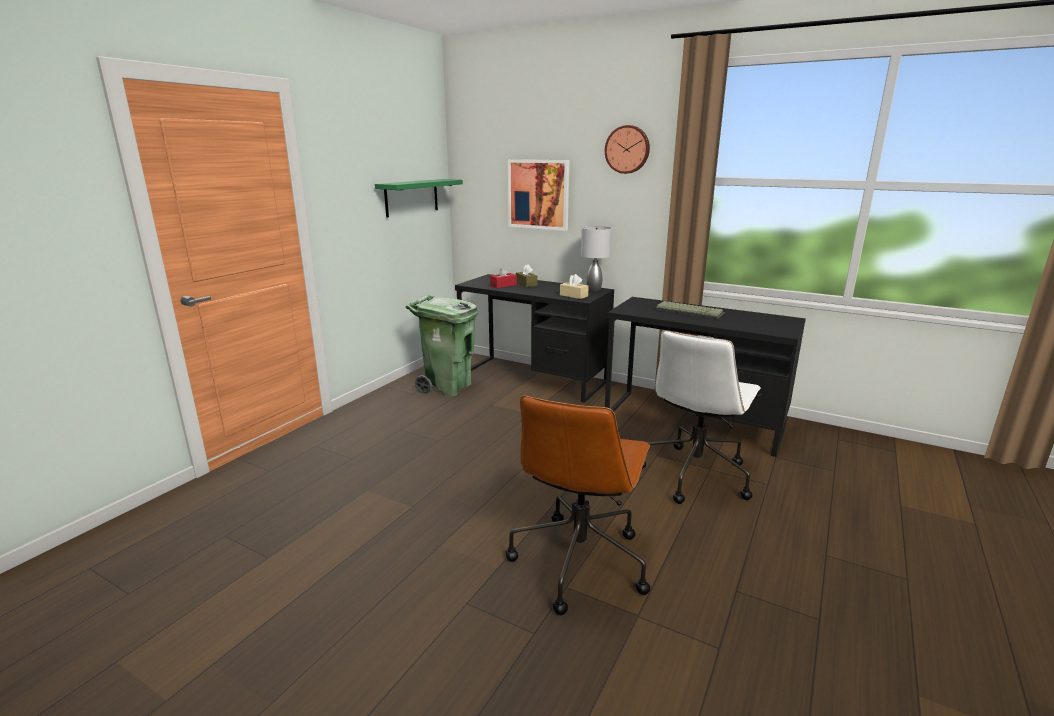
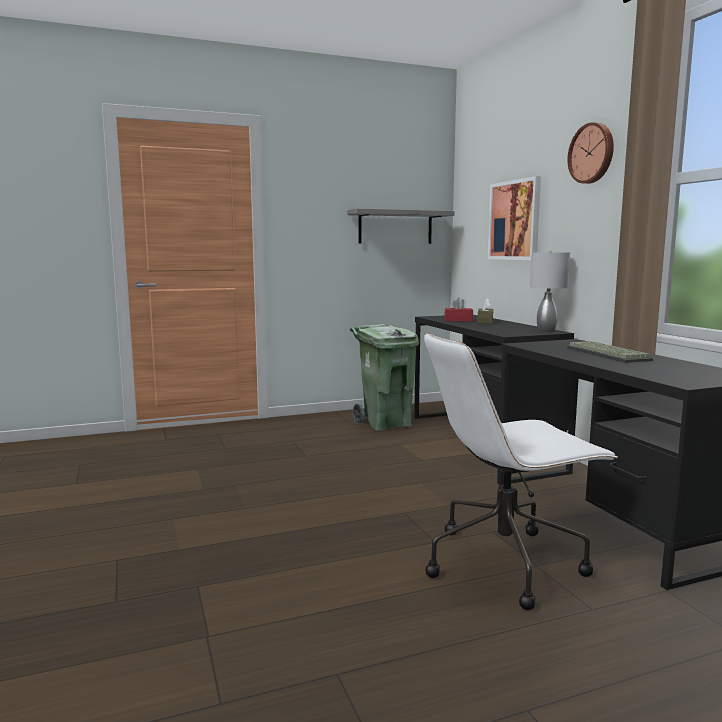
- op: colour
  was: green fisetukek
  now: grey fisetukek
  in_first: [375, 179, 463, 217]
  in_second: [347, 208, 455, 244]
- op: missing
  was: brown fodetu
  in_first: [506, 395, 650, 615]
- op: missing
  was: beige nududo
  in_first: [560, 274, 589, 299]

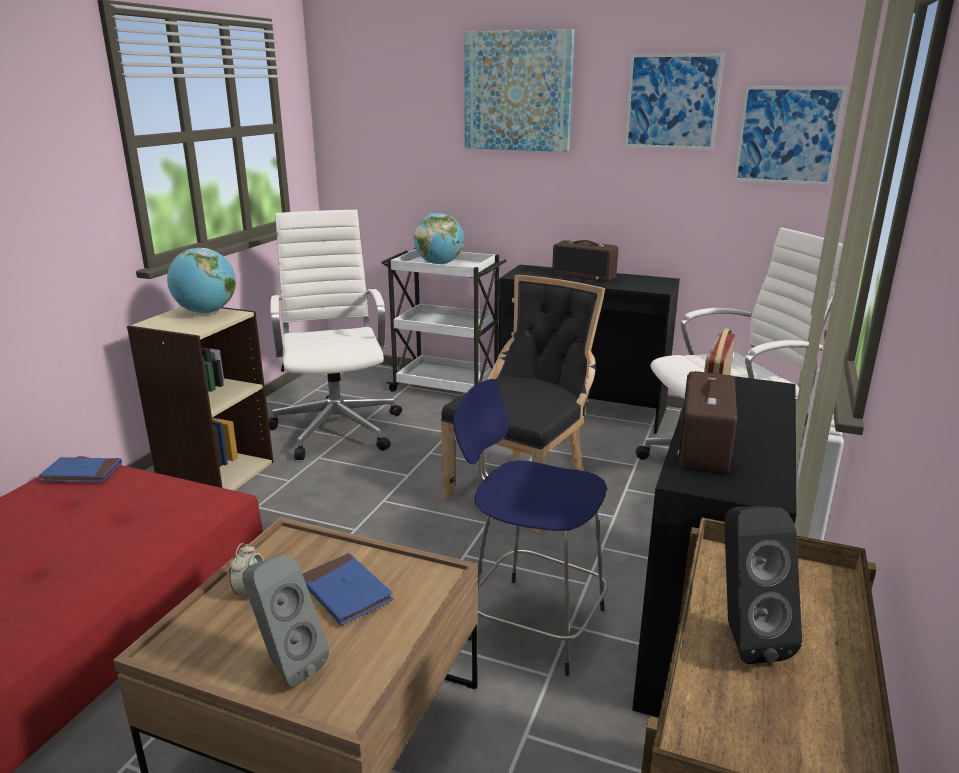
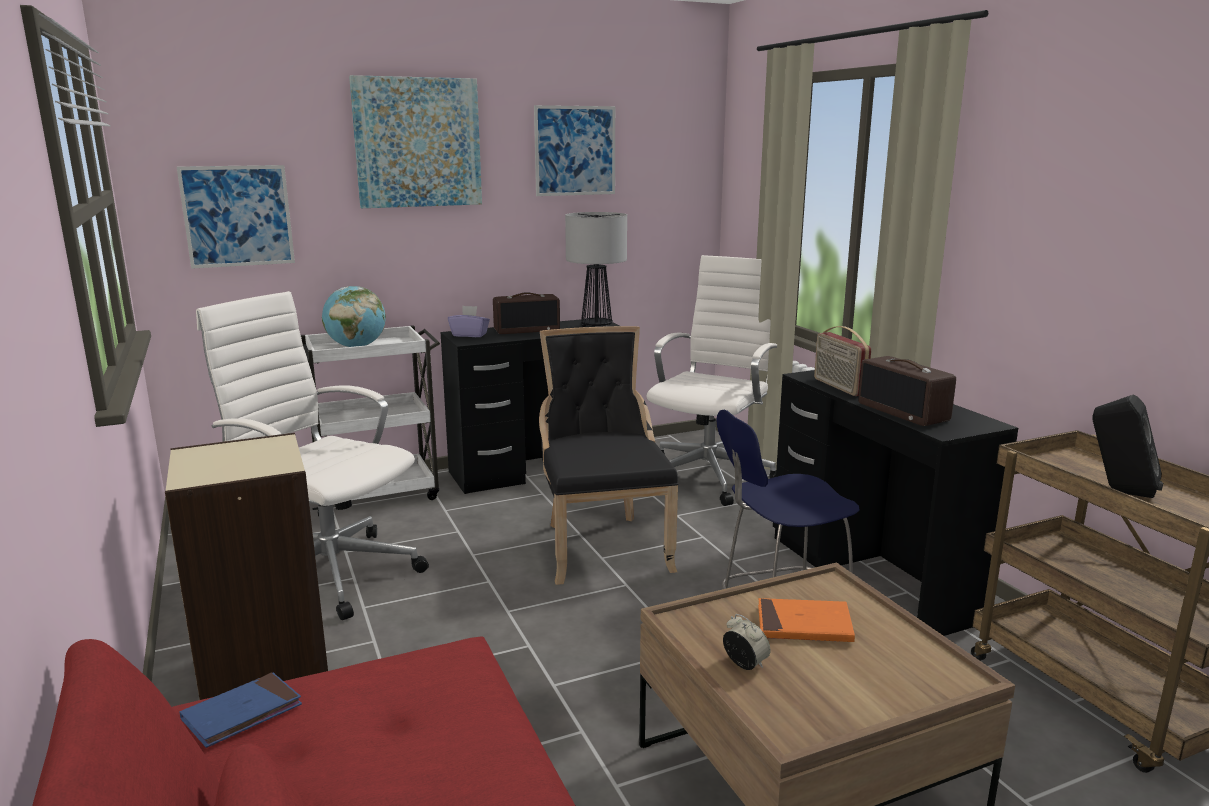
- op: relocated
  was: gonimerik
  in_first: [734, 86, 847, 185]
  in_second: [177, 165, 295, 269]
- op: appeared
  now: purple nududo
  in_second: [448, 306, 490, 337]
- op: appeared
  now: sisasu
  in_second: [565, 212, 627, 327]
- op: colour
  was: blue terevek
  now: orange terevek
  in_first: [302, 553, 393, 625]
  in_second: [758, 598, 855, 642]
- op: missing
  was: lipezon
  in_first: [167, 248, 236, 313]
- op: missing
  was: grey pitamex
  in_first: [242, 555, 329, 687]

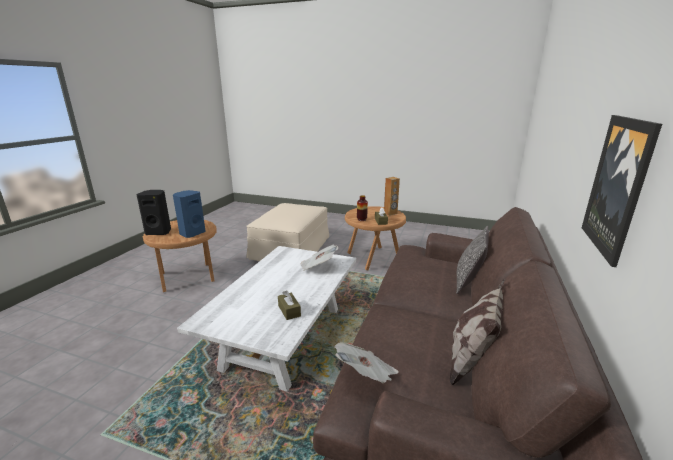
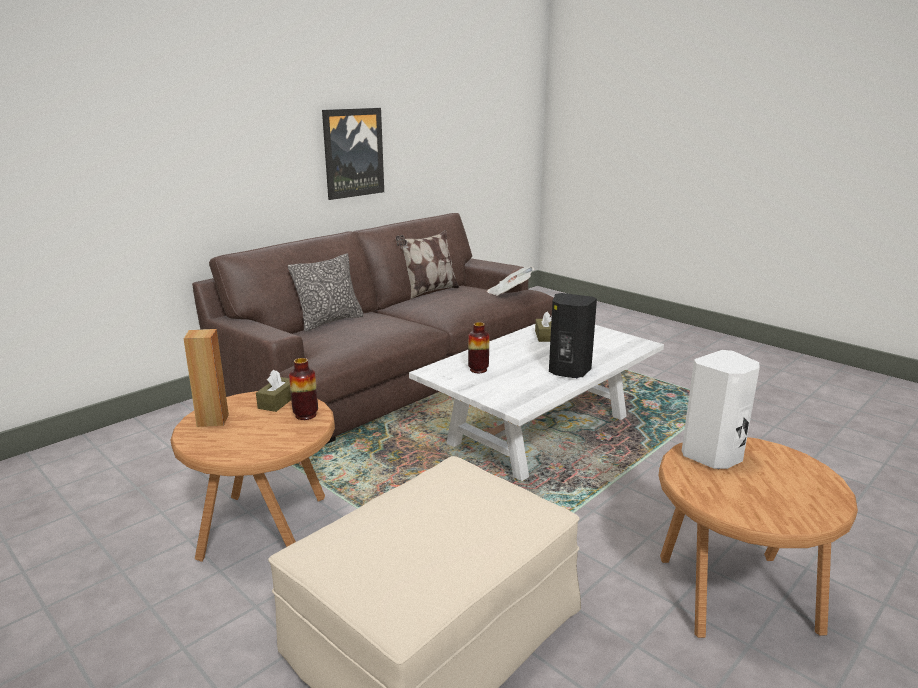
- op: exchanged
  was: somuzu
  now: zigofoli
  in_first: [300, 245, 338, 271]
  in_second: [468, 322, 489, 373]
- op: relocated
  was: black pitamex
  in_first: [136, 190, 171, 235]
  in_second: [549, 293, 597, 378]
- op: colour
  was: blue pitamex
  now: white pitamex
  in_first: [173, 190, 205, 238]
  in_second: [682, 350, 760, 469]

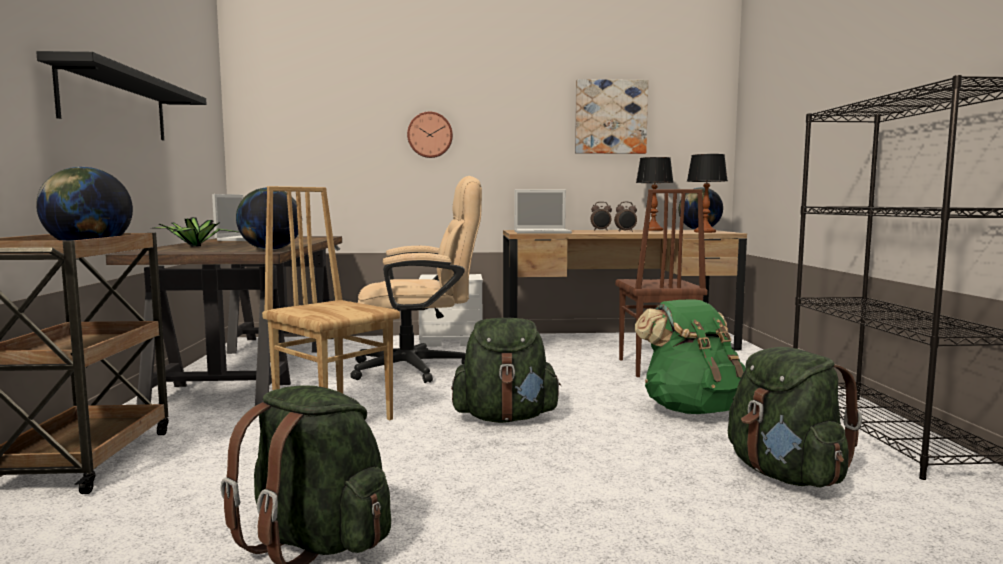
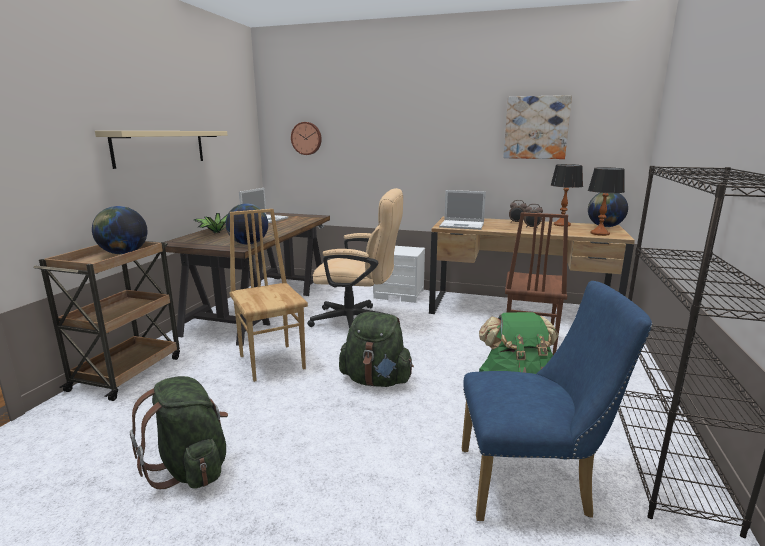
- op: colour
  was: black fisetukek
  now: beige fisetukek
  in_first: [36, 51, 207, 140]
  in_second: [95, 131, 228, 169]
- op: relocated
  was: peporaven
  in_first: [407, 112, 453, 158]
  in_second: [291, 122, 322, 155]
- op: exchanged
  was: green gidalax
  now: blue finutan
  in_first: [728, 347, 862, 487]
  in_second: [462, 281, 652, 521]

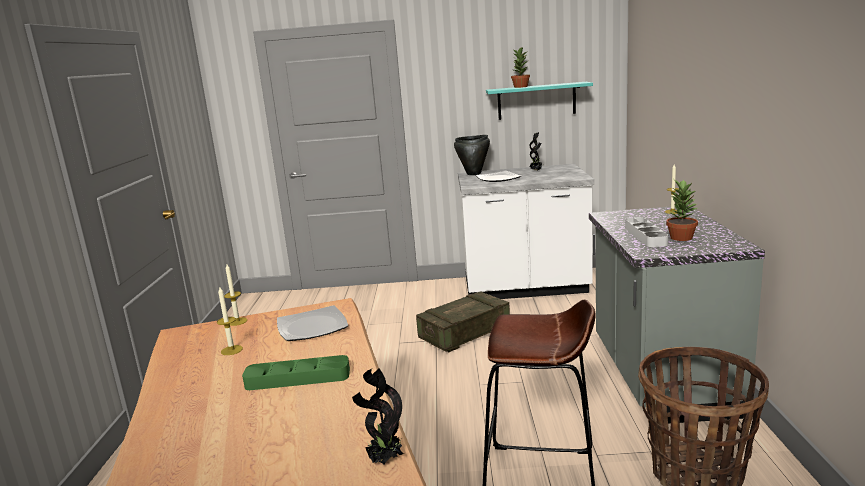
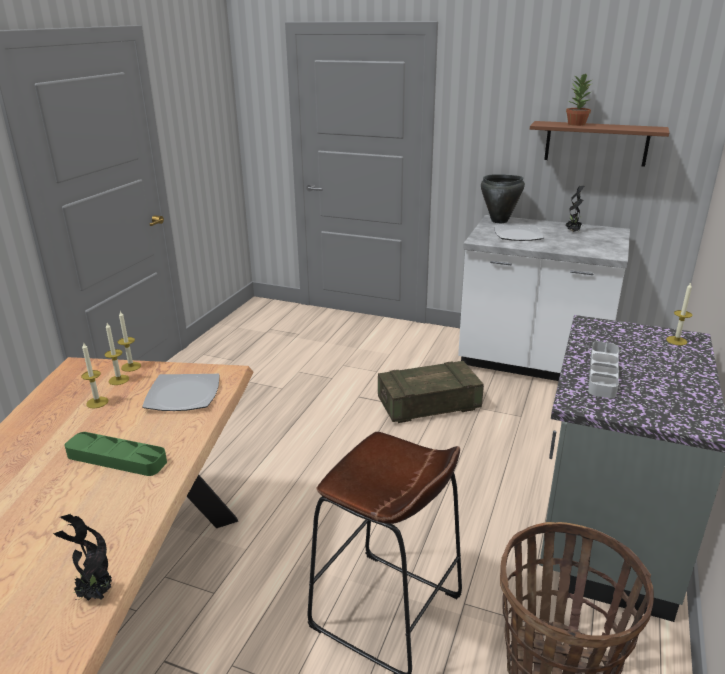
- op: appeared
  now: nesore
  in_second: [104, 323, 129, 385]
- op: colour
  was: turquoise fisetukek
  now: brown fisetukek
  in_first: [486, 82, 593, 120]
  in_second: [530, 121, 669, 167]
- op: missing
  was: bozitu
  in_first: [666, 179, 698, 241]

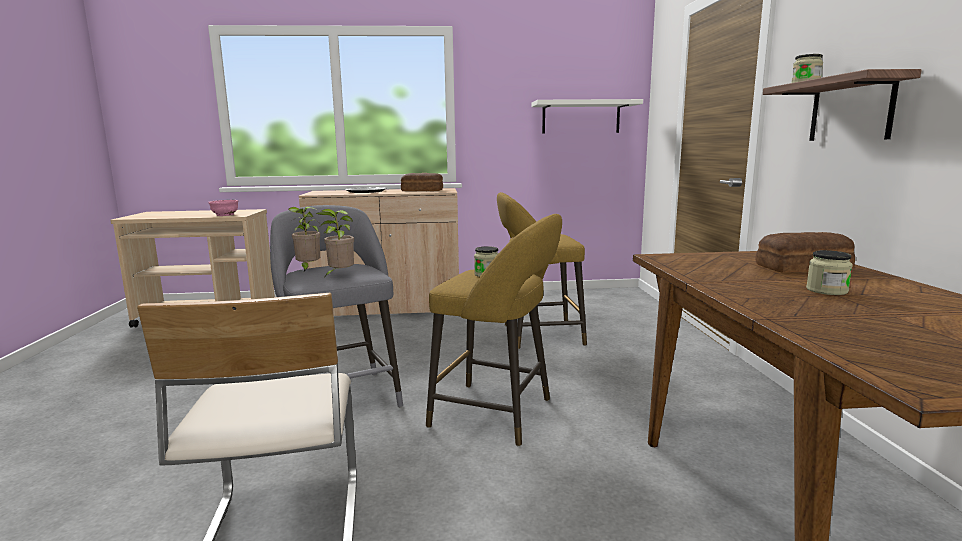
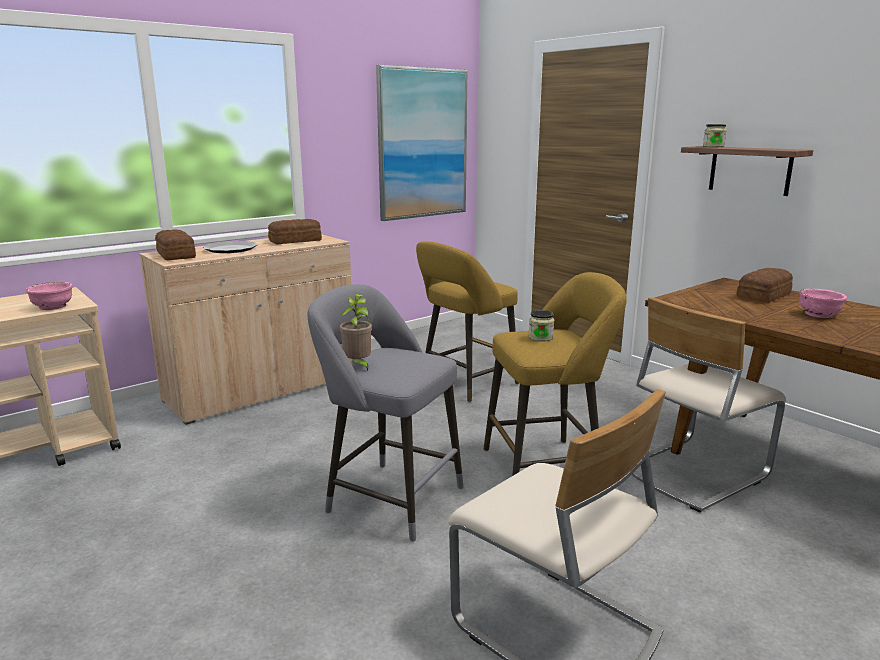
- op: appeared
  now: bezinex
  in_second: [155, 230, 196, 260]
- op: exchanged
  was: white fisetukek
  now: gonimerik
  in_first: [532, 99, 643, 134]
  in_second: [376, 65, 467, 221]
- op: appeared
  now: beige finutan
  in_second: [632, 297, 786, 512]
- op: exchanged
  was: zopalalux
  now: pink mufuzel
  in_first: [806, 250, 853, 295]
  in_second: [799, 289, 847, 318]
- op: missing
  was: bozitu
  in_first: [316, 209, 354, 276]

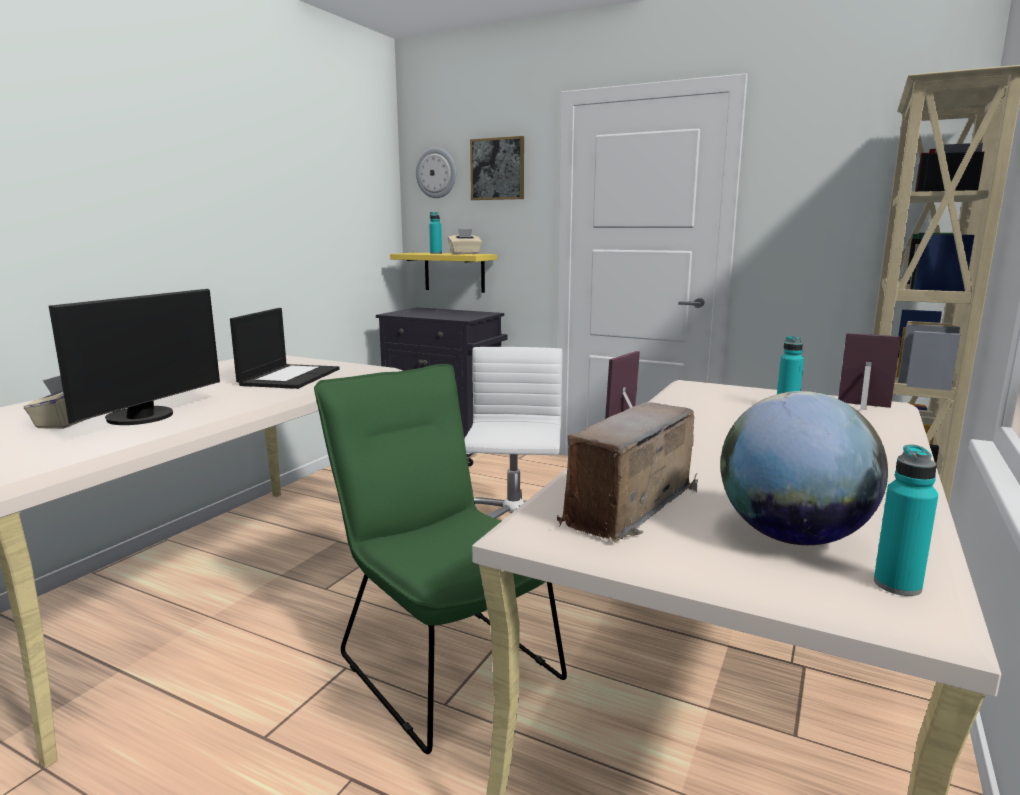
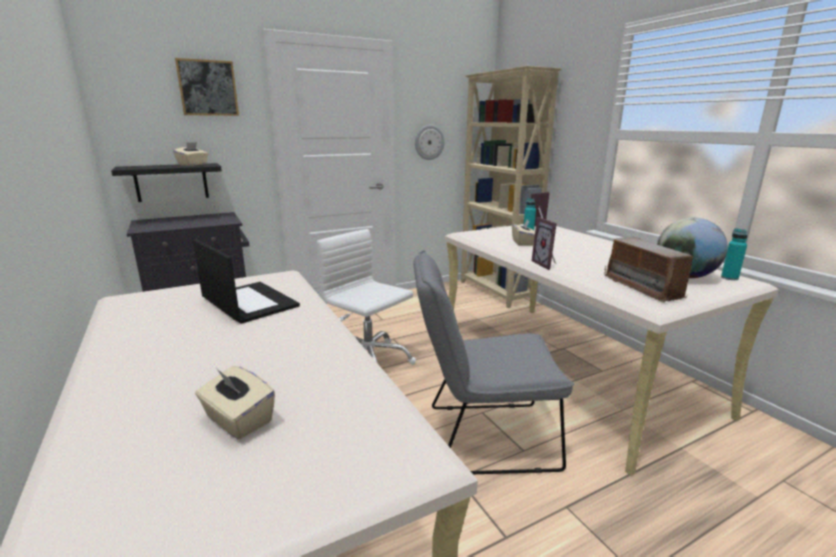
- op: colour
  was: yellow fisetukek
  now: black fisetukek
  in_first: [390, 253, 497, 293]
  in_second: [111, 163, 222, 202]
- op: colour
  was: green finutan
  now: grey finutan
  in_first: [314, 364, 567, 754]
  in_second: [414, 250, 574, 474]
- op: relocated
  was: peporaven
  in_first: [416, 148, 456, 198]
  in_second: [415, 125, 445, 160]
- op: appeared
  now: beige nududo
  in_second: [512, 220, 535, 246]
- op: missing
  was: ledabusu
  in_first: [49, 289, 220, 425]
- op: missing
  was: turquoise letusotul
  in_first: [429, 212, 442, 254]

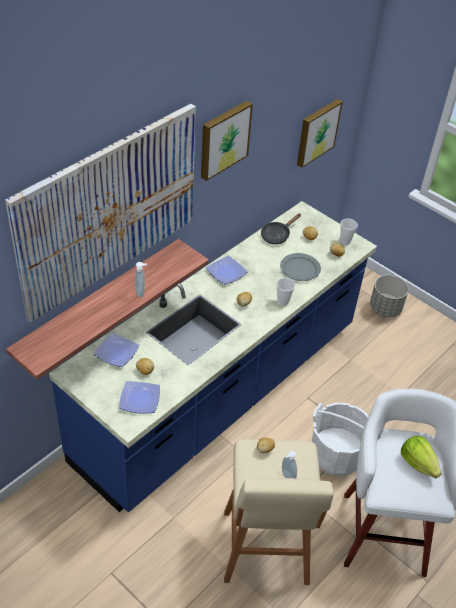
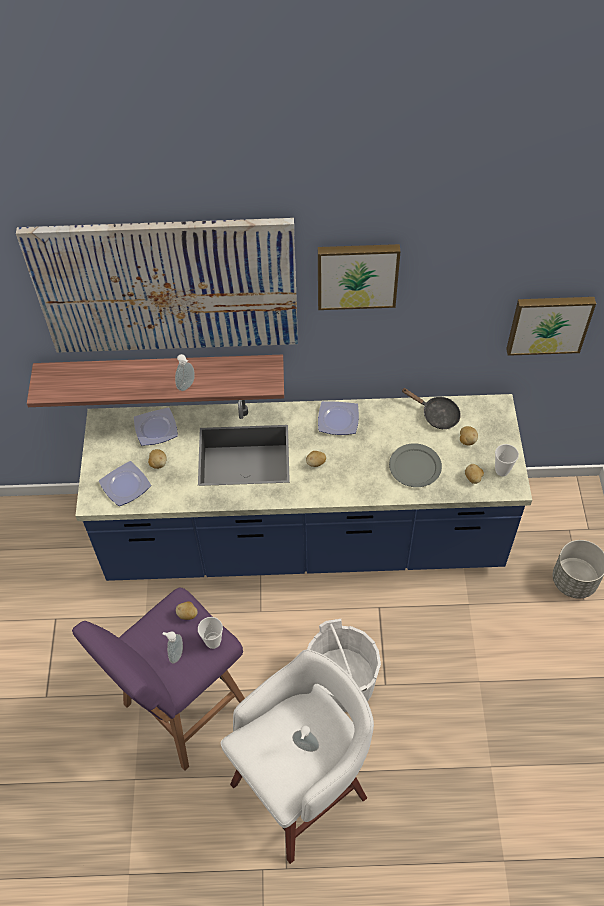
- op: colour
  was: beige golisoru
  now: purple golisoru
  in_first: [224, 439, 334, 585]
  in_second: [72, 588, 245, 770]
- op: relocated
  was: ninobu
  in_first: [276, 278, 295, 306]
  in_second: [198, 617, 223, 649]
- op: exchanged
  was: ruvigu
  now: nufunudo
  in_first: [401, 436, 441, 478]
  in_second: [292, 726, 319, 752]
- op: spun
  was: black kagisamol
  in_first: [261, 214, 301, 244]
  in_second: [401, 388, 461, 429]
  clockwise: -150

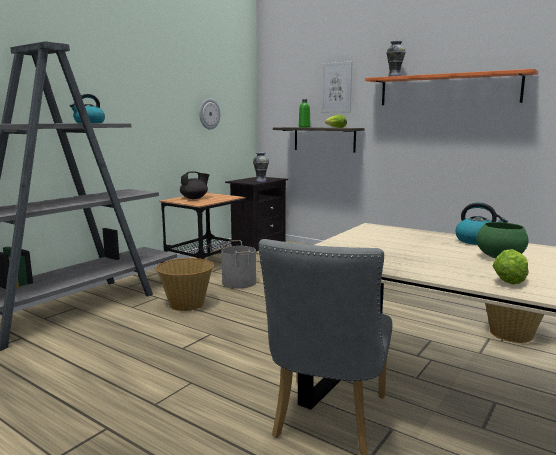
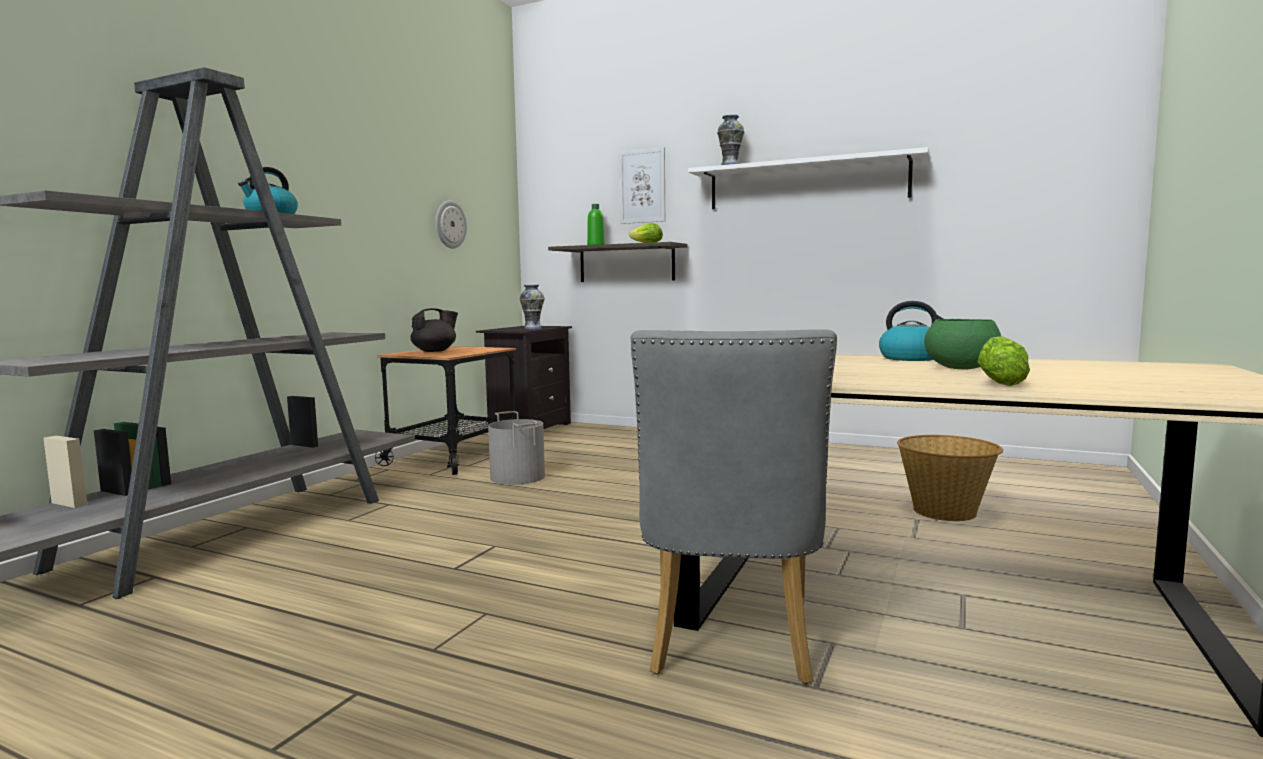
- op: colour
  was: orange fisetukek
  now: white fisetukek
  in_first: [365, 69, 538, 105]
  in_second: [688, 147, 930, 209]
- op: missing
  was: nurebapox
  in_first: [156, 258, 214, 311]

